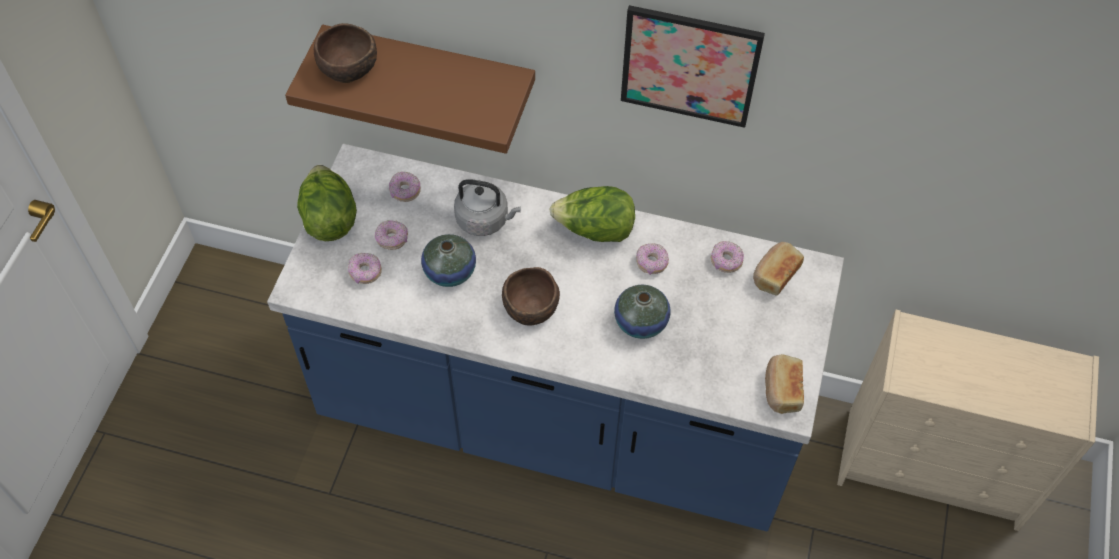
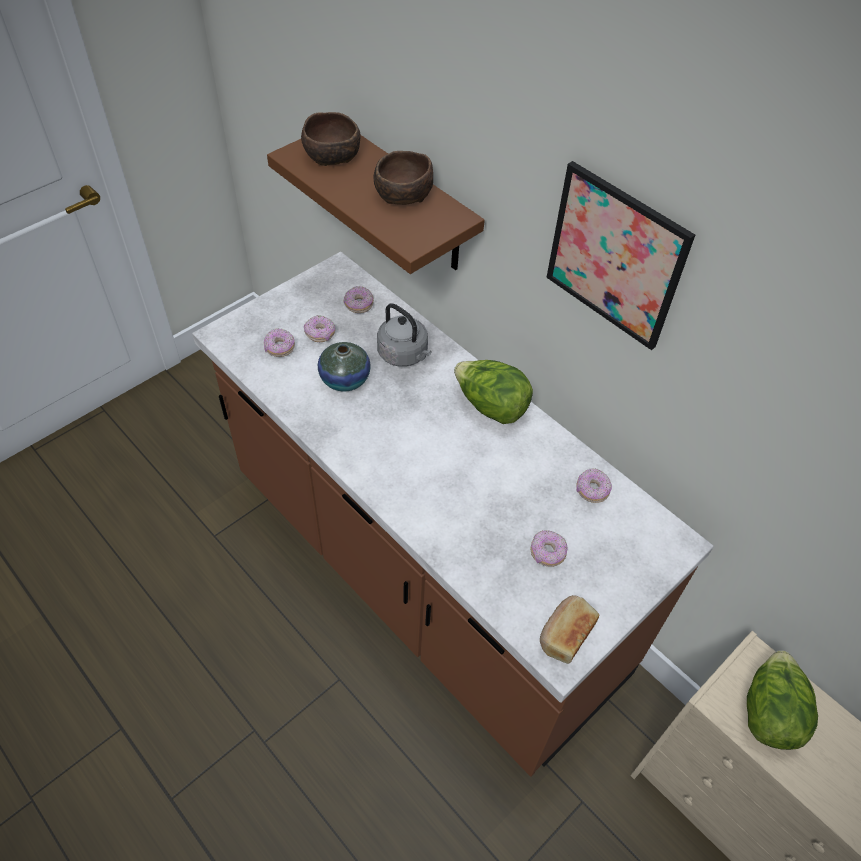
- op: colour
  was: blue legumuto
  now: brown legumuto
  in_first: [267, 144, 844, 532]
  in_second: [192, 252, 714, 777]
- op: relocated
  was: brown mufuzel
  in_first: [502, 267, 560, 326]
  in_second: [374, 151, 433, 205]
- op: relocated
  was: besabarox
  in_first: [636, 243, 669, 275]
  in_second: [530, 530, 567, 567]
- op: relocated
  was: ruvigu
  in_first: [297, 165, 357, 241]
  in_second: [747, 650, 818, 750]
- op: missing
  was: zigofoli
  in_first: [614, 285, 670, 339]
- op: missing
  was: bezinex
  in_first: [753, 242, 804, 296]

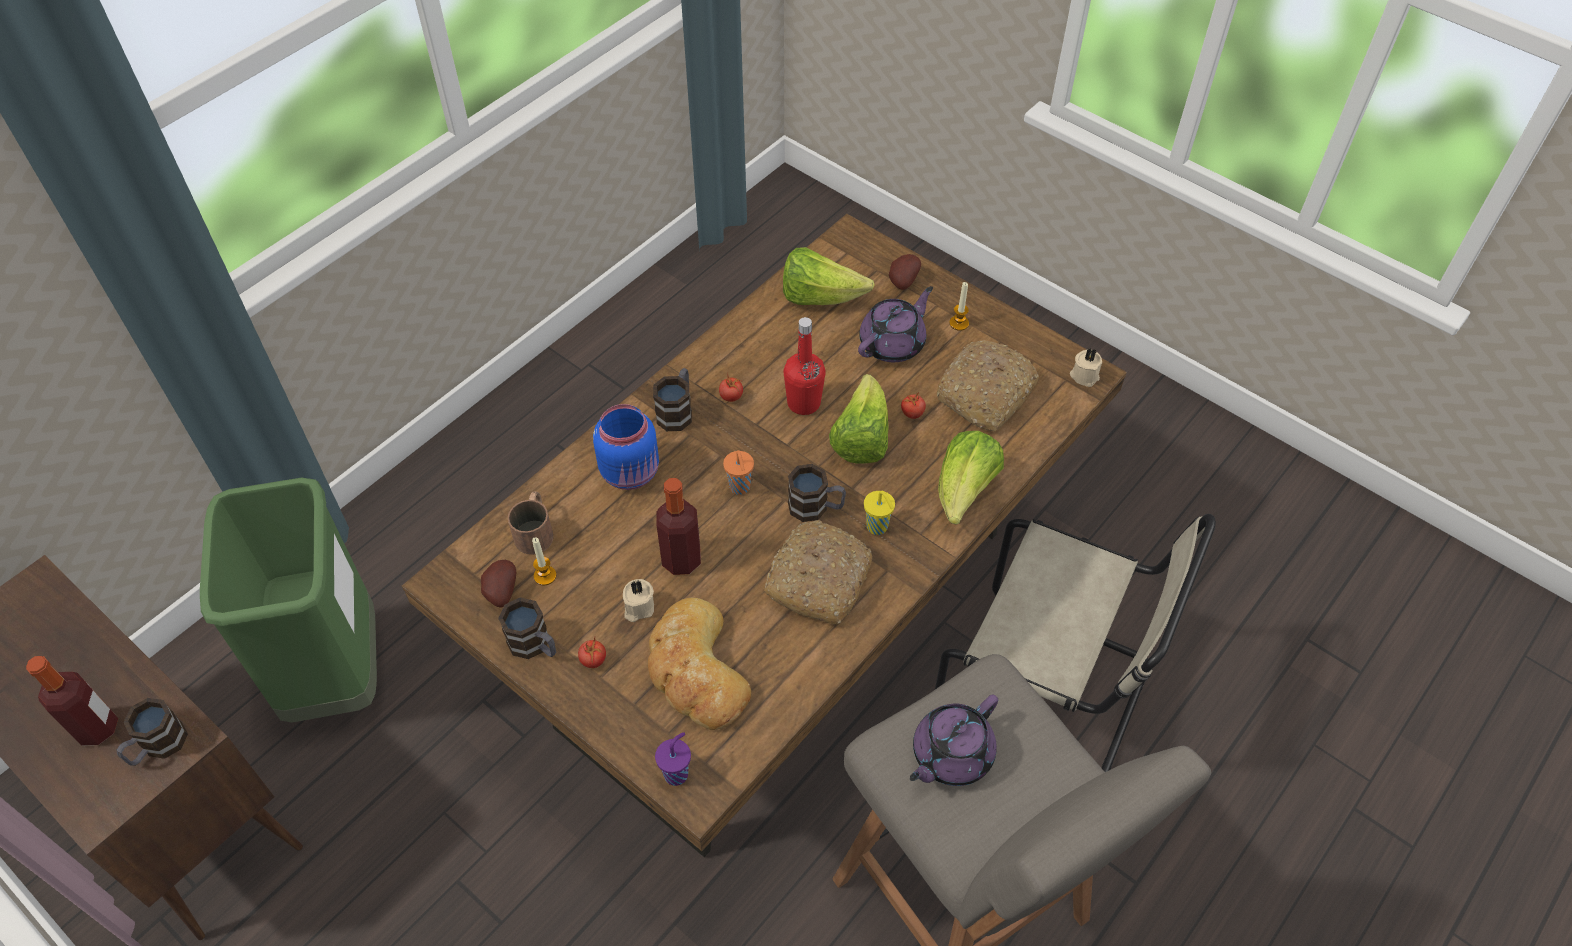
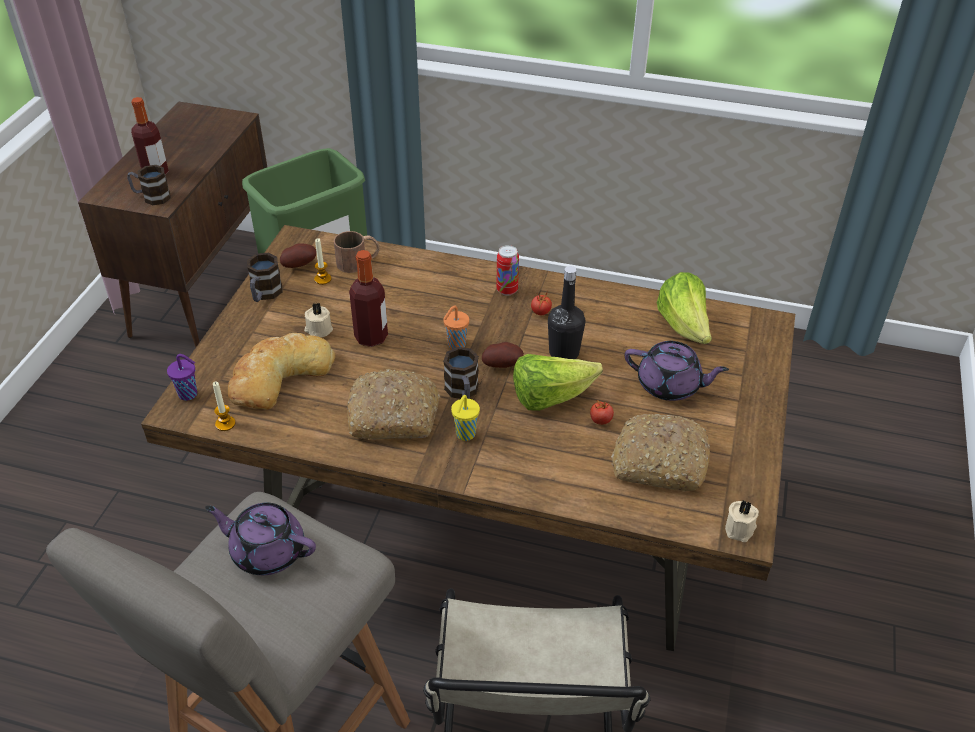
- op: relocated
  was: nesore
  in_first: [949, 282, 969, 331]
  in_second: [213, 381, 235, 431]
- op: relocated
  was: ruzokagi
  in_first: [889, 254, 921, 290]
  in_second: [482, 342, 524, 368]
- op: exchanged
  was: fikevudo
  now: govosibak
  in_first: [653, 368, 692, 431]
  in_second: [496, 245, 519, 296]
- op: colour
  was: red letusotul
  now: black letusotul
  in_first: [783, 317, 825, 415]
  in_second: [548, 266, 585, 359]
- op: missing
  was: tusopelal
  in_first: [578, 637, 606, 668]
- op: missing
  was: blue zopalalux
  in_first: [593, 404, 659, 490]
- op: missing
  was: ruvigu
  in_first: [938, 431, 1004, 525]

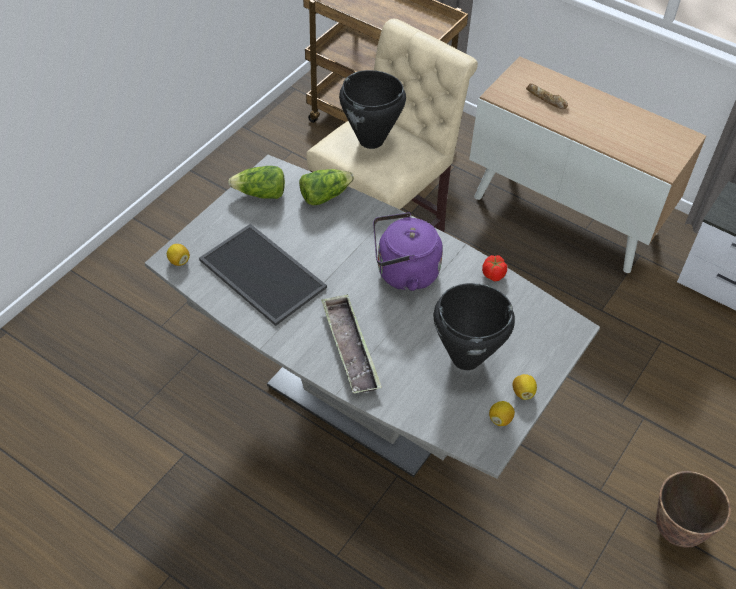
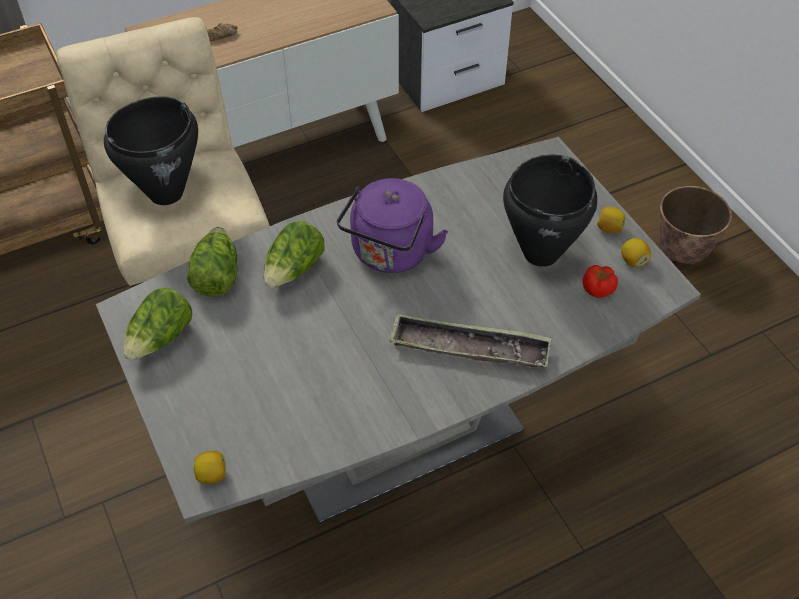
- op: appeared
  now: ruvigu
  in_second: [264, 221, 325, 288]
- op: relocated
  was: tusopelal
  in_first: [482, 255, 507, 281]
  in_second: [582, 265, 618, 298]
- op: missing
  was: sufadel
  in_first: [199, 224, 327, 326]

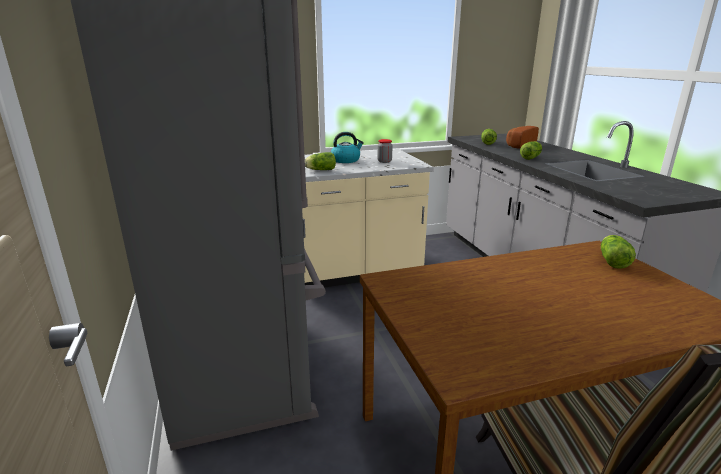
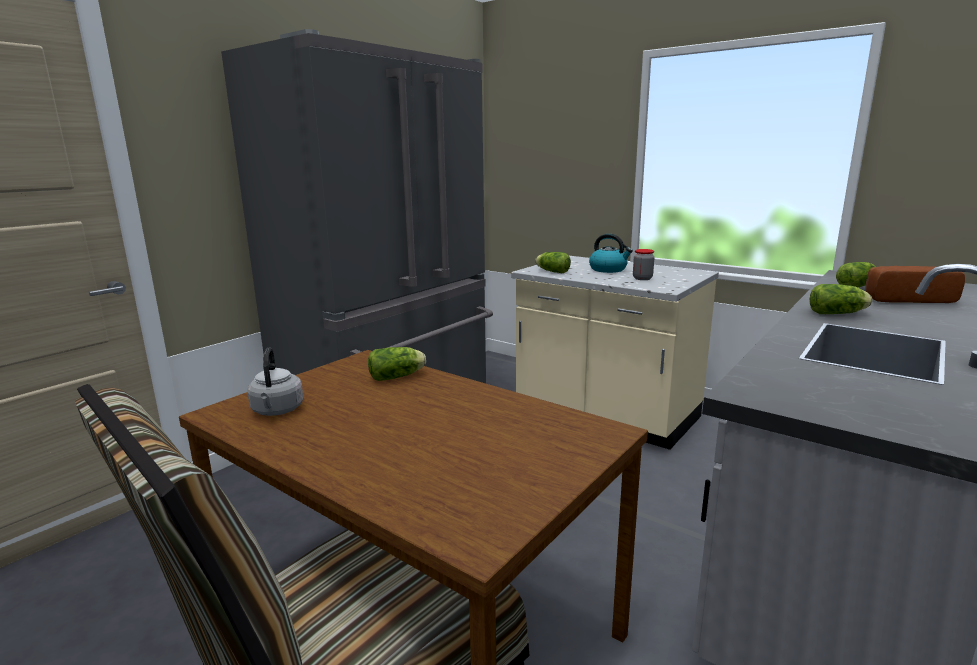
- op: appeared
  now: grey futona
  in_second: [248, 347, 304, 416]
- op: relocated
  was: ruvigu
  in_first: [601, 235, 636, 269]
  in_second: [368, 347, 426, 381]

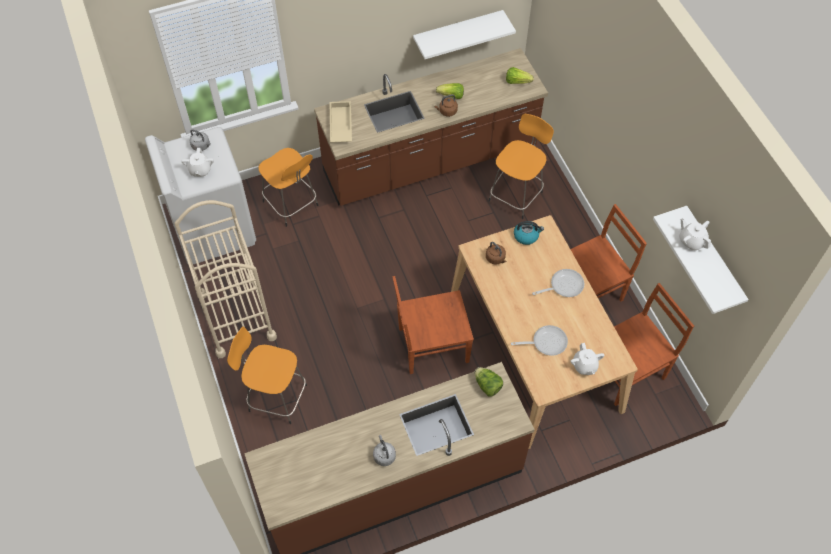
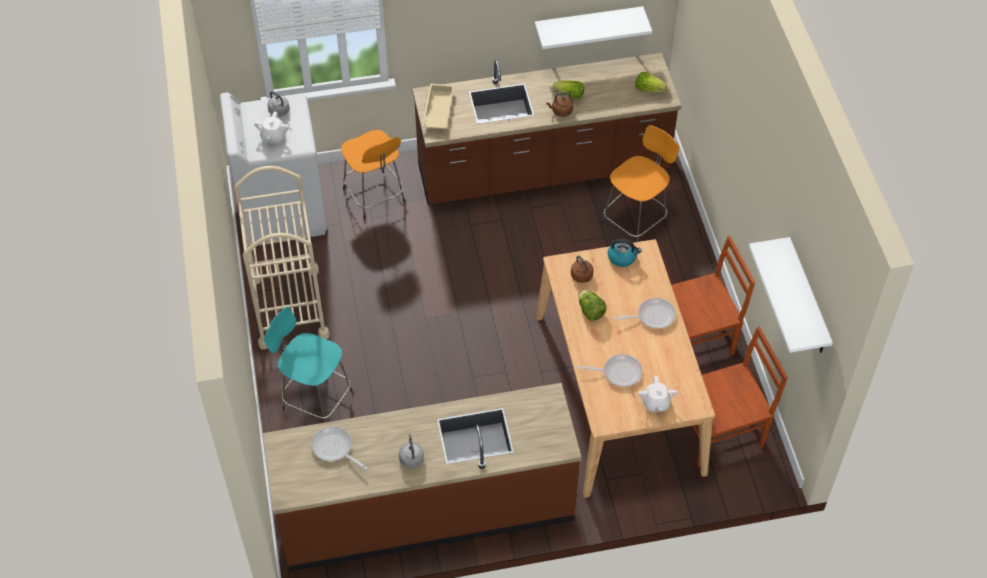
- op: colour
  was: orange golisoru
  now: turquoise golisoru
  in_first: [227, 327, 307, 424]
  in_second: [264, 306, 353, 423]
- op: appeared
  now: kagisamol
  in_second: [311, 426, 367, 470]
- op: relocated
  was: ruvigu
  in_first: [474, 367, 503, 396]
  in_second: [578, 290, 607, 321]
- op: missing
  was: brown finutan
  in_first: [393, 276, 474, 374]
- op: missing
  was: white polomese
  in_first: [679, 218, 711, 251]

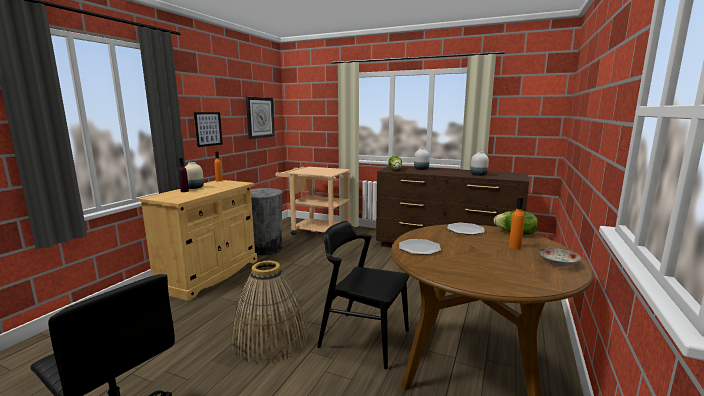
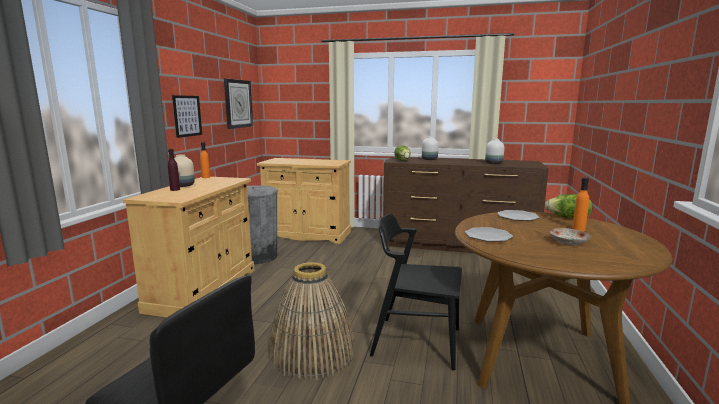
- op: exchanged
  was: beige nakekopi
  now: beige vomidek
  in_first: [275, 167, 351, 235]
  in_second: [257, 158, 351, 244]
- op: relocated
  was: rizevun
  in_first: [538, 248, 581, 267]
  in_second: [549, 228, 591, 246]

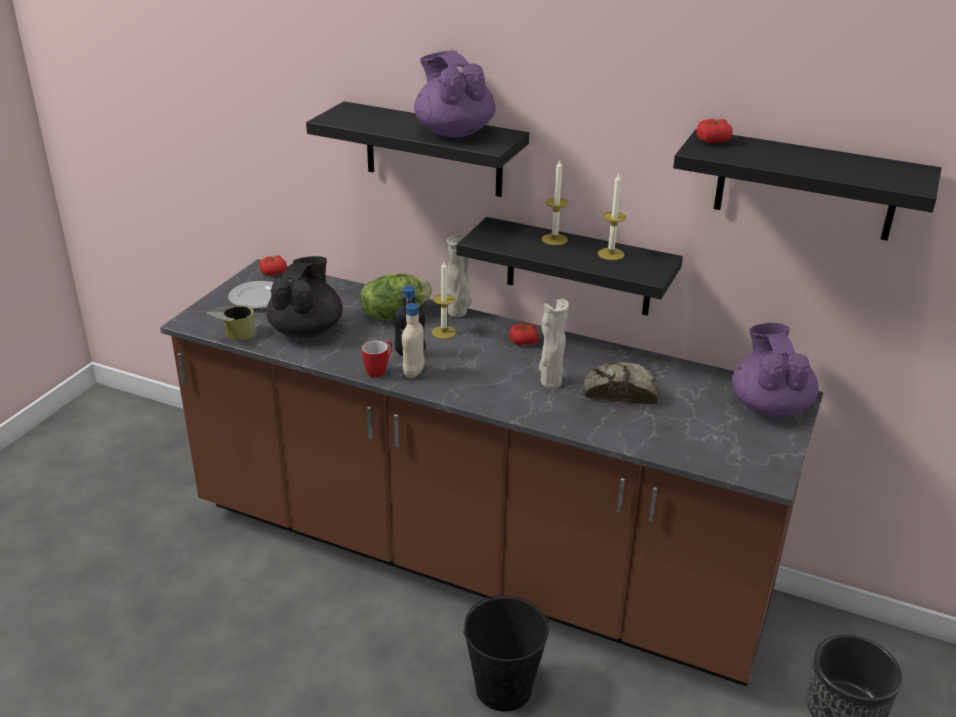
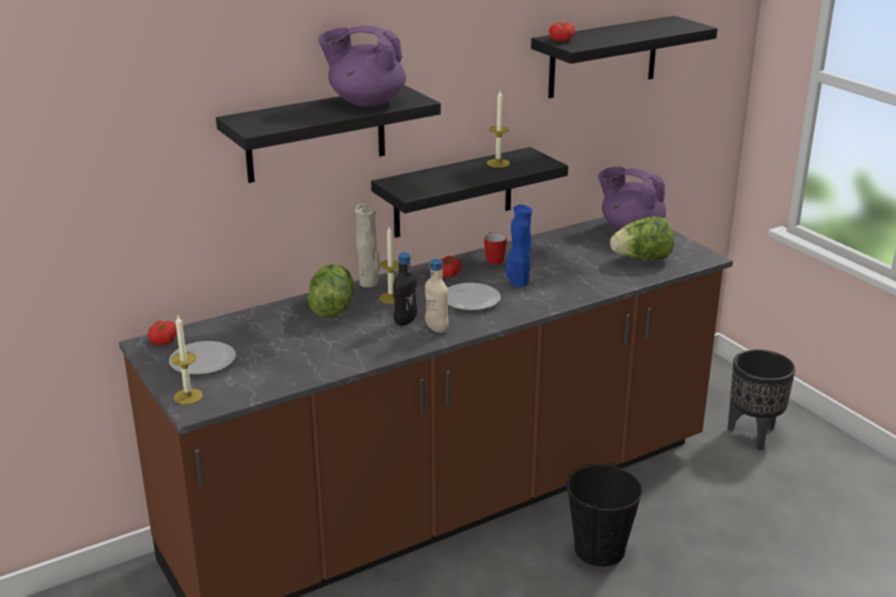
- op: relocated
  was: nesore
  in_first: [542, 159, 568, 245]
  in_second: [171, 316, 203, 405]
- op: appeared
  now: rizevun
  in_second: [448, 283, 501, 311]
- op: relocated
  was: fikevudo
  in_first: [362, 340, 393, 378]
  in_second: [484, 232, 507, 264]
- op: colour
  was: beige zigofoli
  now: blue zigofoli
  in_first: [539, 299, 569, 388]
  in_second: [506, 204, 533, 287]
- op: appeared
  now: ruvigu
  in_second: [610, 216, 674, 260]
- op: missing
  was: govosibak
  in_first: [206, 305, 256, 340]
- op: missing
  was: black polomese
  in_first: [267, 256, 343, 338]
- op: missing
  was: bezinex
  in_first: [583, 362, 661, 404]

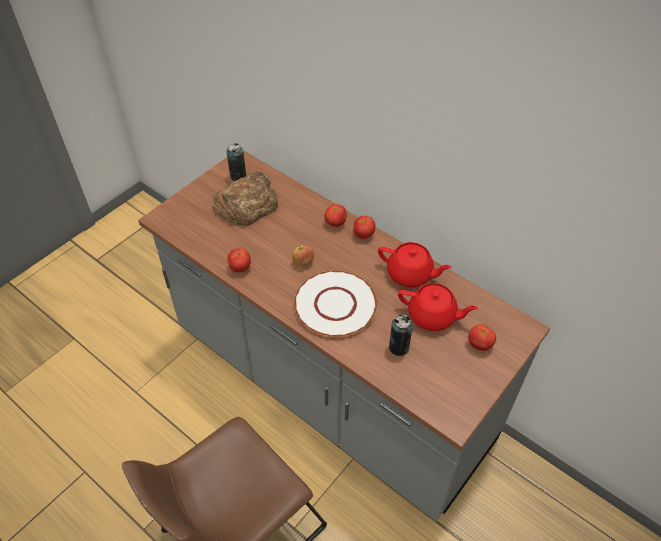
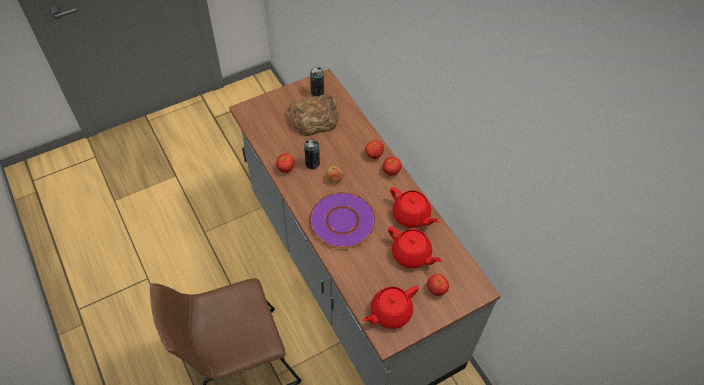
- op: relocated
  was: govosibak
  in_first: [389, 315, 413, 356]
  in_second: [304, 139, 320, 169]
- op: colour
  was: white rizevun
  now: purple rizevun
  in_first: [294, 270, 377, 337]
  in_second: [309, 192, 376, 248]
- op: appeared
  now: red polomese
  in_second: [363, 286, 419, 329]

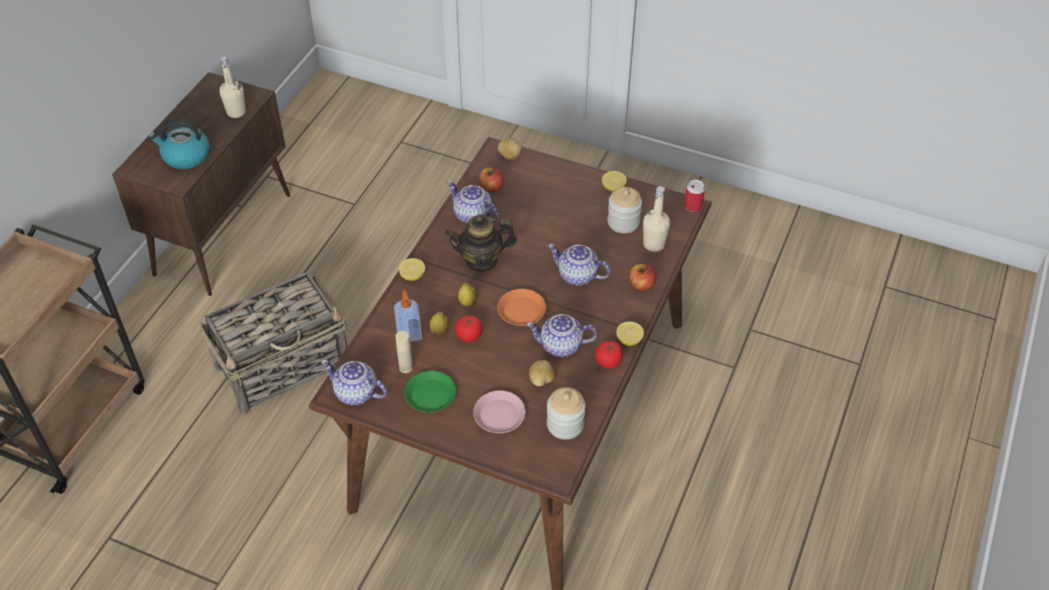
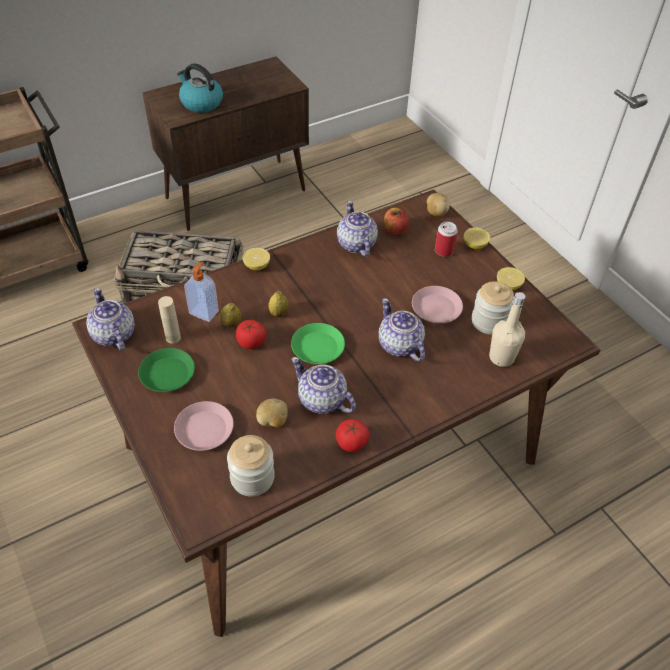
- op: colour
  was: orange rizevun
  now: green rizevun
  in_first: [498, 289, 546, 326]
  in_second: [291, 323, 345, 364]
- op: appeared
  now: pink rizevun
  in_second: [412, 286, 463, 323]
- op: relocated
  was: govosibak
  in_first: [684, 180, 705, 212]
  in_second: [435, 222, 458, 257]
- op: relocated
  was: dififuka
  in_first: [616, 322, 644, 346]
  in_second: [464, 228, 490, 249]
- op: missing
  was: beige letusotul
  in_first: [219, 56, 246, 118]
- op: missing
  was: polomese
  in_first: [445, 214, 517, 273]
- op: missing
  was: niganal
  in_first: [630, 263, 656, 291]

